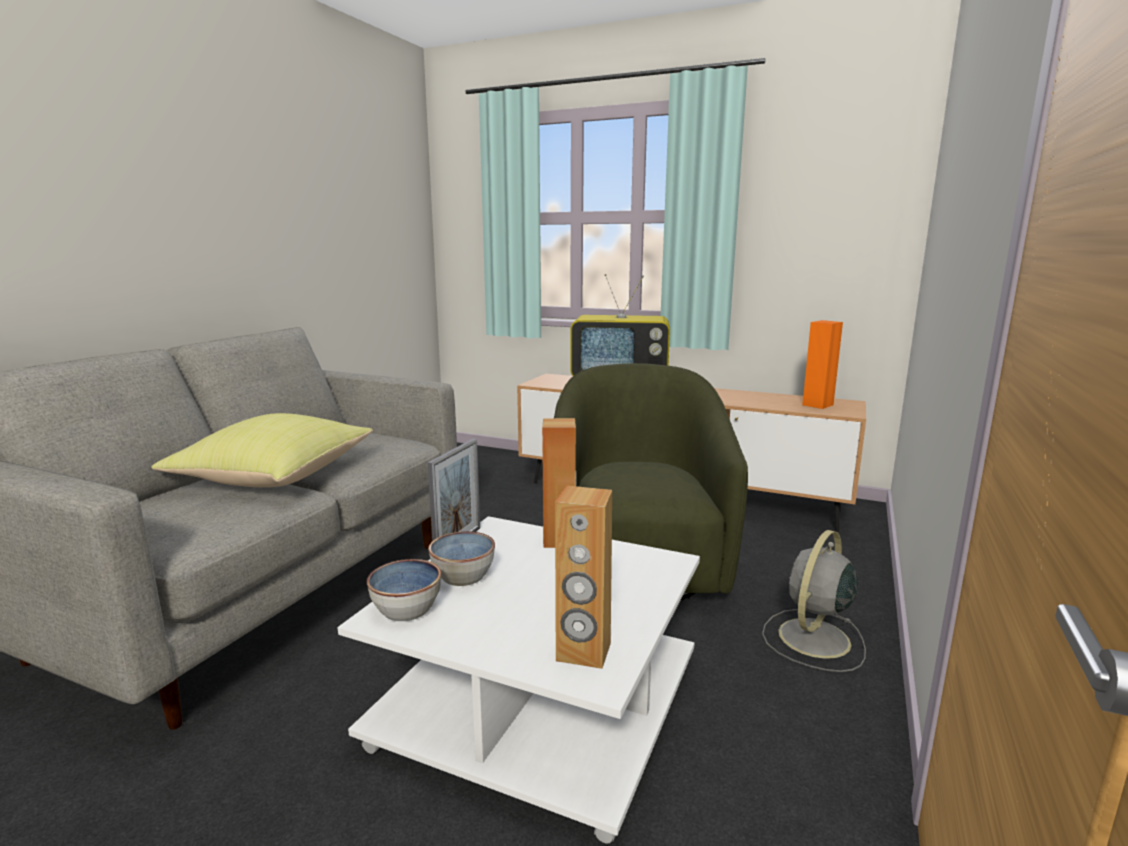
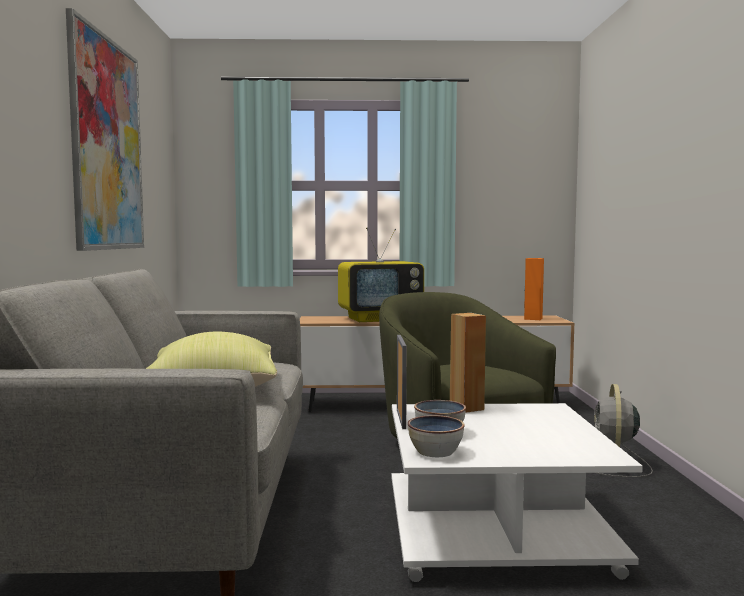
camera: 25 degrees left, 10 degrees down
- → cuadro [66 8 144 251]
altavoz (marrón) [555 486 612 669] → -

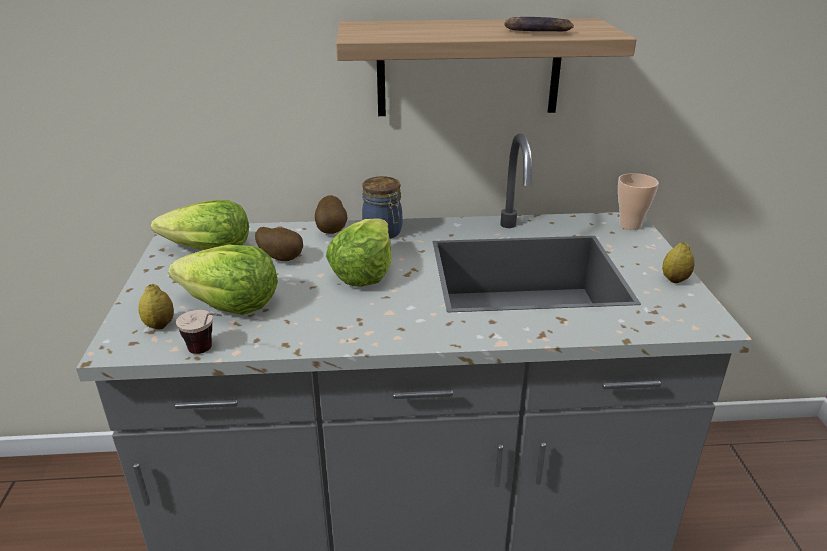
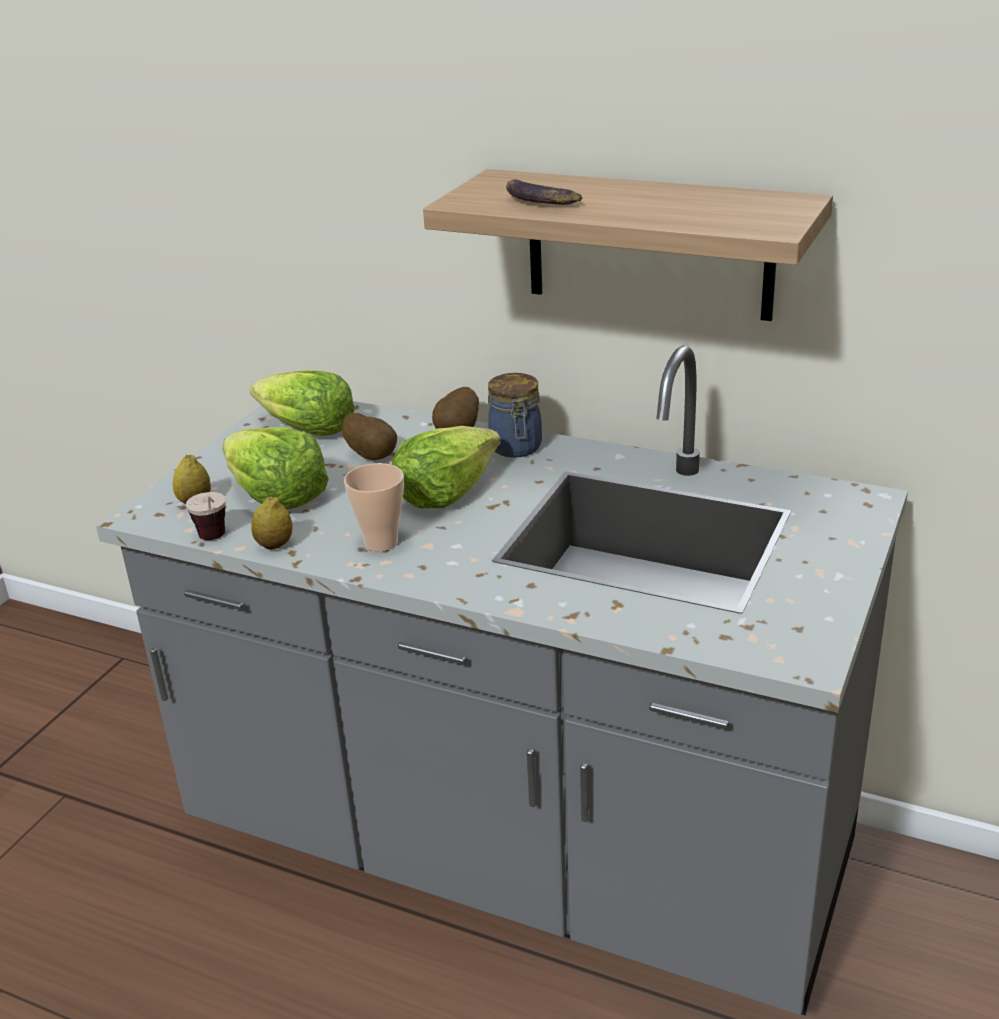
camera: 30 degrees right, 0 degrees up
limón [662 242 695 283] → limón [251 496 293 550], shifted
taza [618 173 659 230] → taza [344 463 404 551], shifted
plátano [504 17 574 31] → plátano [506 179 583 205], shifted

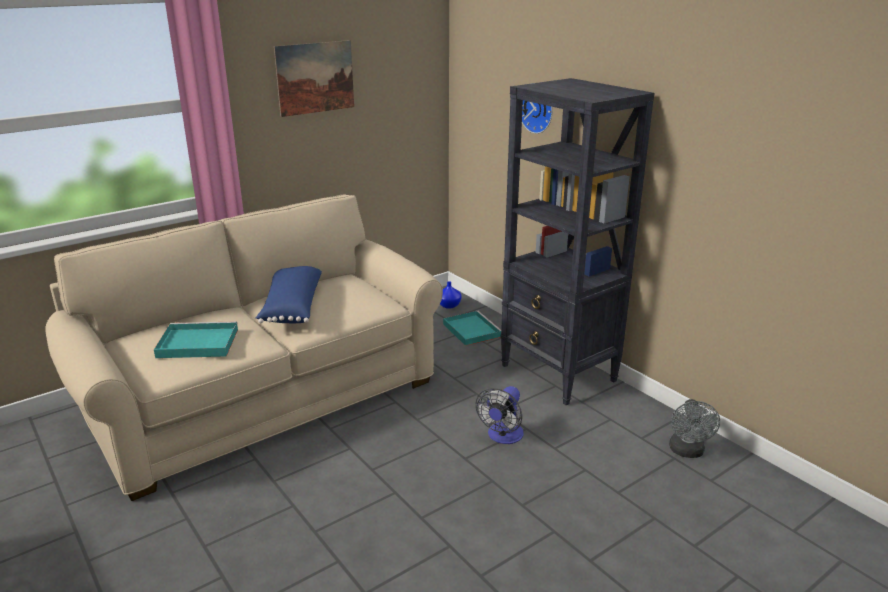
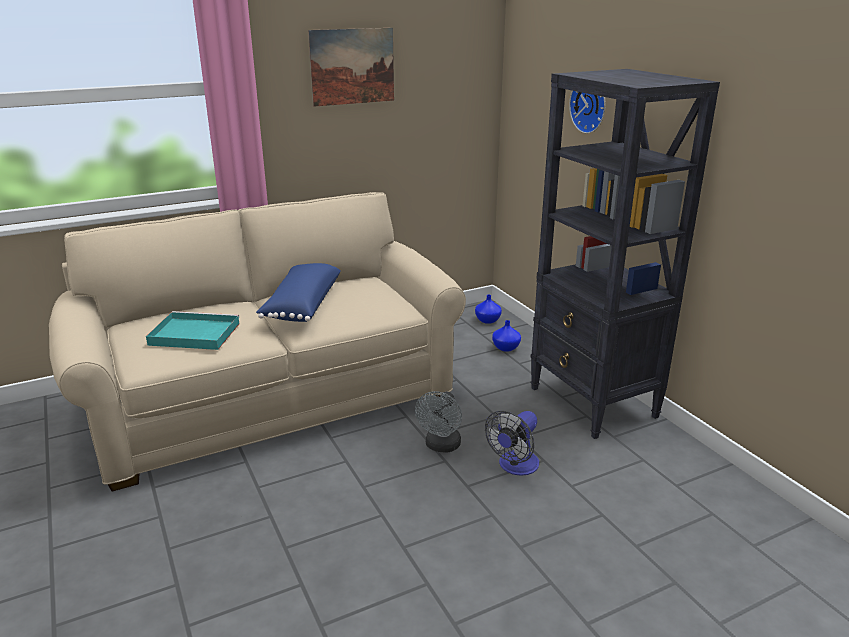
camera: 10 degrees right, 0 degrees up
ventilador (gris) [669 399 720 458] → ventilador (gris) [415 391 462 452], shifted
bandeja (turquesa) [443 311 501 346] → florero (azul) [492 320 521 352]

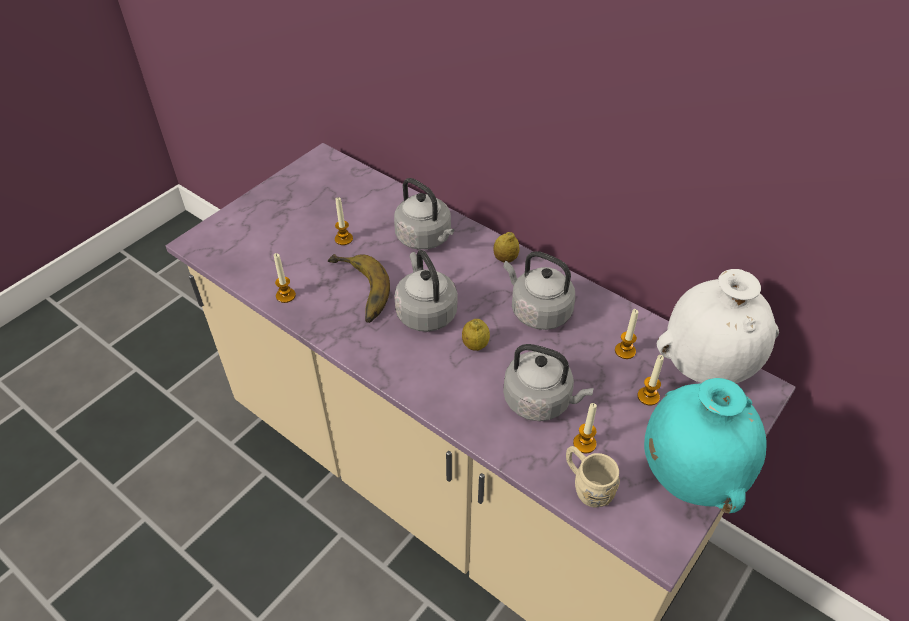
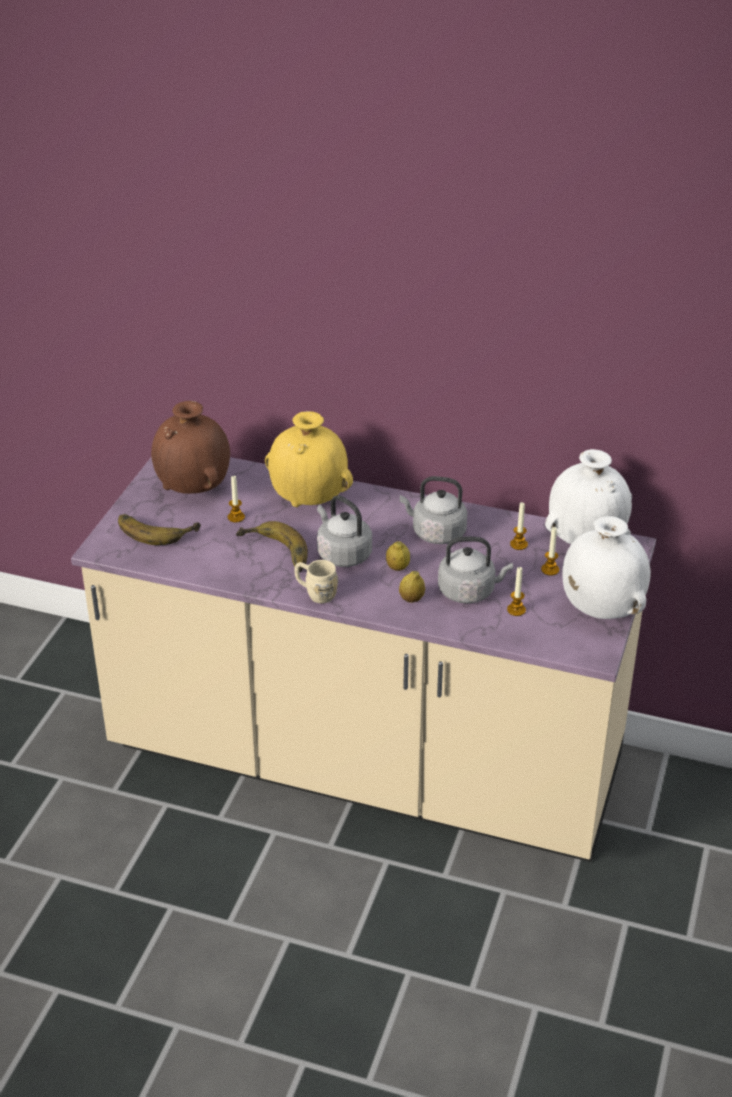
camera: 20 degrees left, 10 degrees down
- → plátano [118 514 201 545]
- → florero (marrón) [151 401 230 494]
hervidor (gris) [394 178 454 250] → florero (amarillo) [265 411 353 507]
taza grande (beis) [566 446 620 507] → taza grande (beis) [294 560 338 603], shifted
limón [493 232 519 263] → limón [399 571 425 603], shifted
florero (turquesa) [644 378 767 513] → florero (blanco) [562 516 651 619]
vela [274 253 296 303] → -

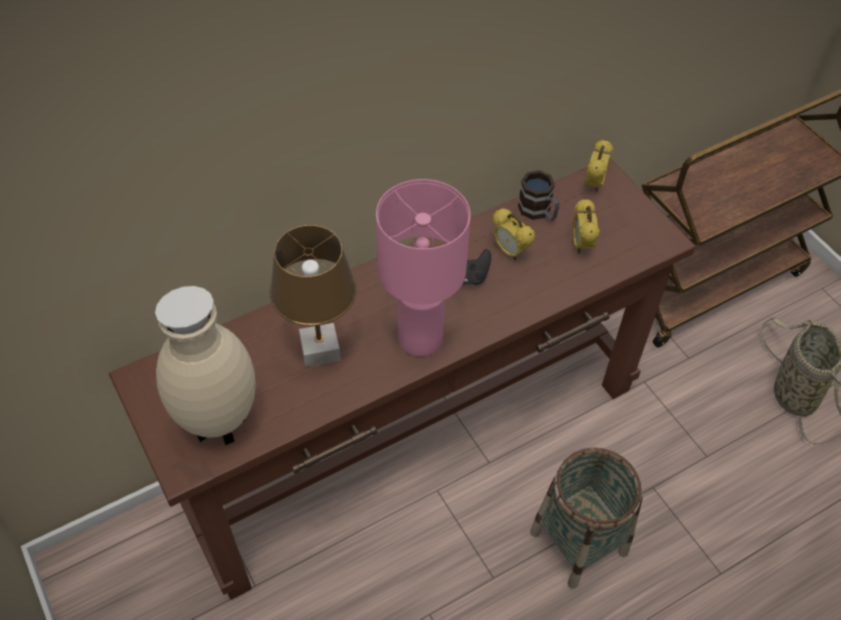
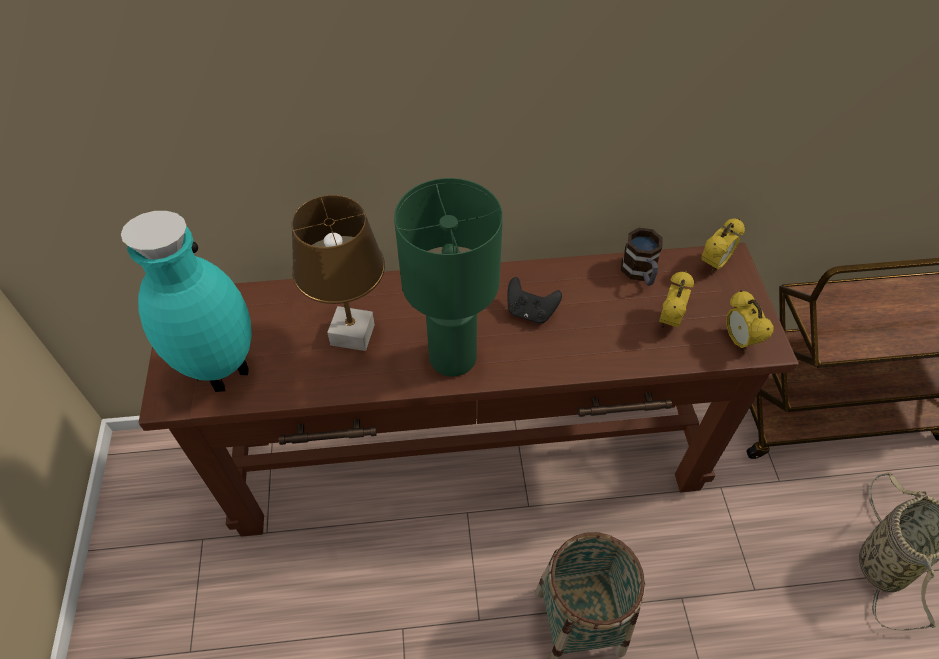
camera: 25 degrees right, 0 degrees up
florero (beis) [155 286 256 445] → florero (turquesa) [121 211 252 392]
lámpara de mesa (rosa) [376 179 470 357] → lámpara de mesa (verde) [394 178 503 377]
despertador [492 208 535 260] → despertador [726 290 774 352], shifted

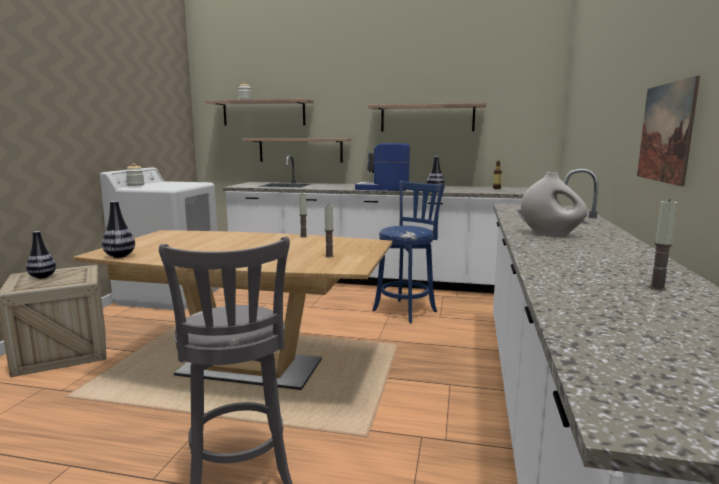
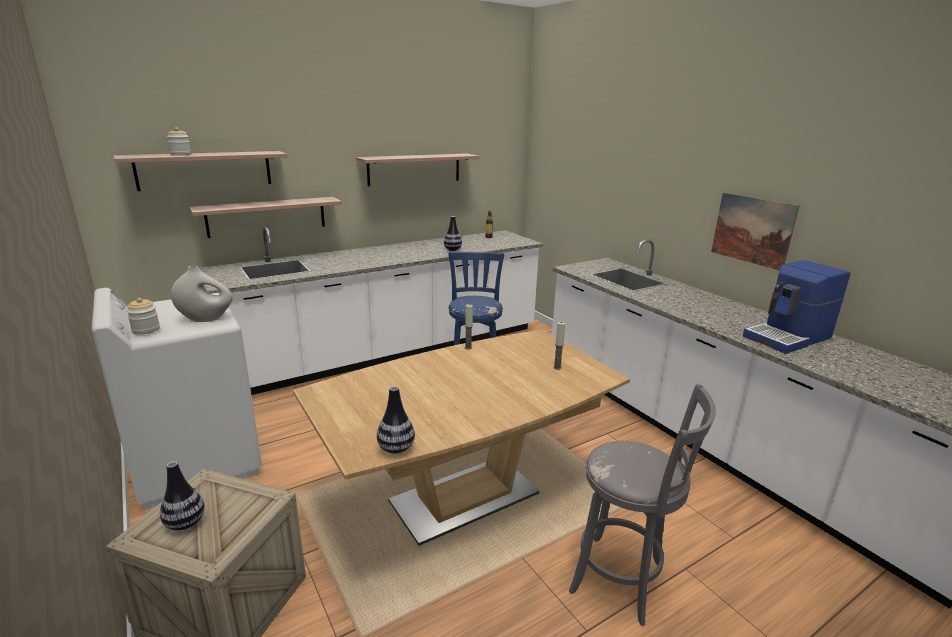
camera: 45 degrees left, 10 degrees up
florero (blanco) [521 172 587 237] → florero (blanco) [171 266 233 322], shifted
cafetera [355 143 410 191] → cafetera [743 260 850 354], shifted
vela [649 199 678 291] → -

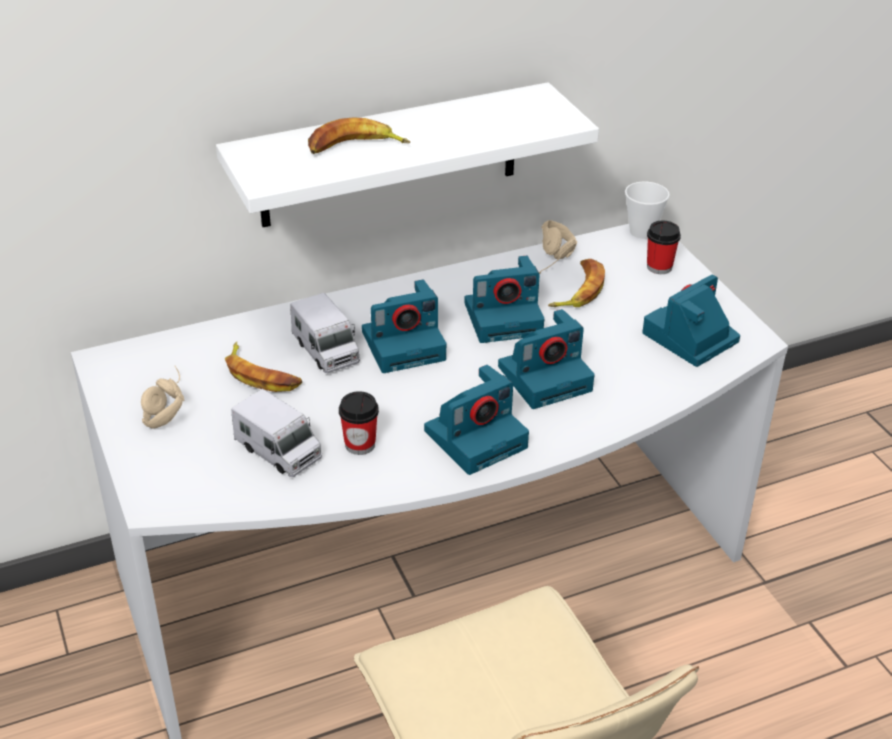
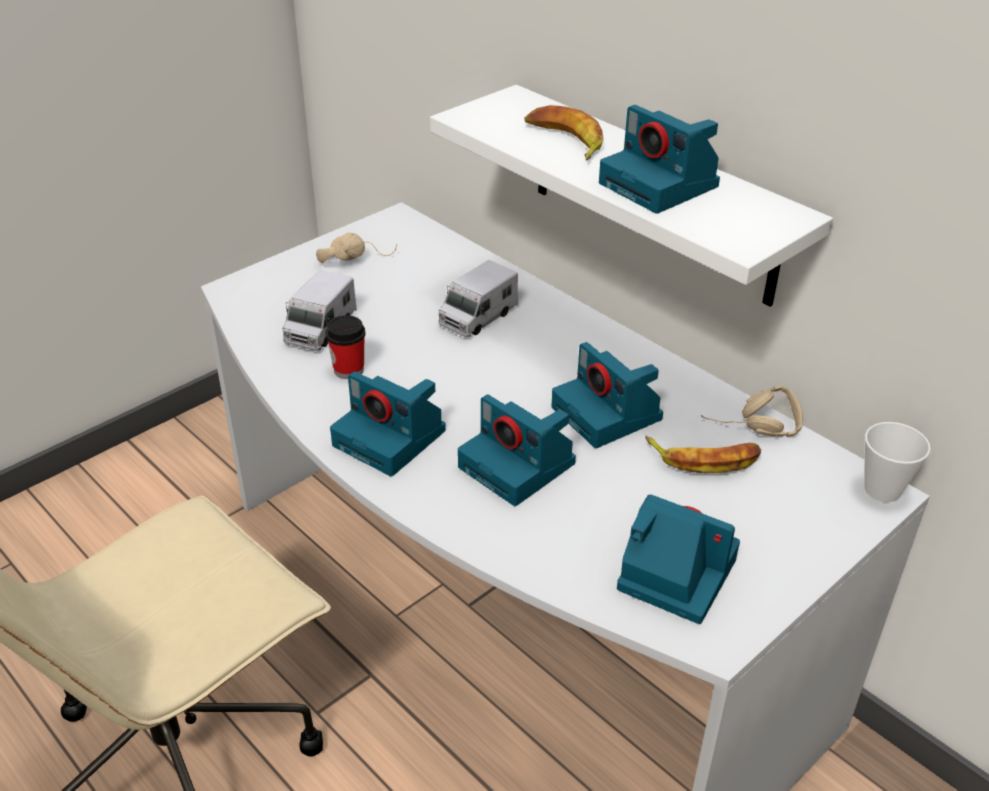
camera: 70 degrees right, 0 degrees up
cámara [362 280 446 373] → cámara [599 105 720 213], shifted
plátano [225 341 302 392] → -
taza [647 221 681 274] → -

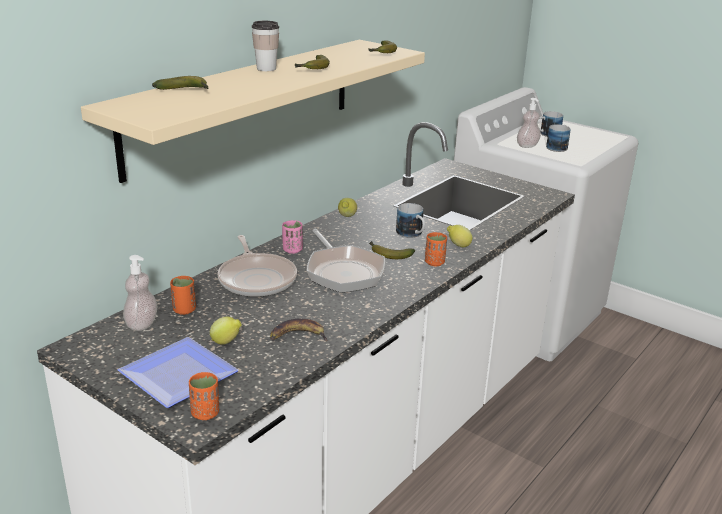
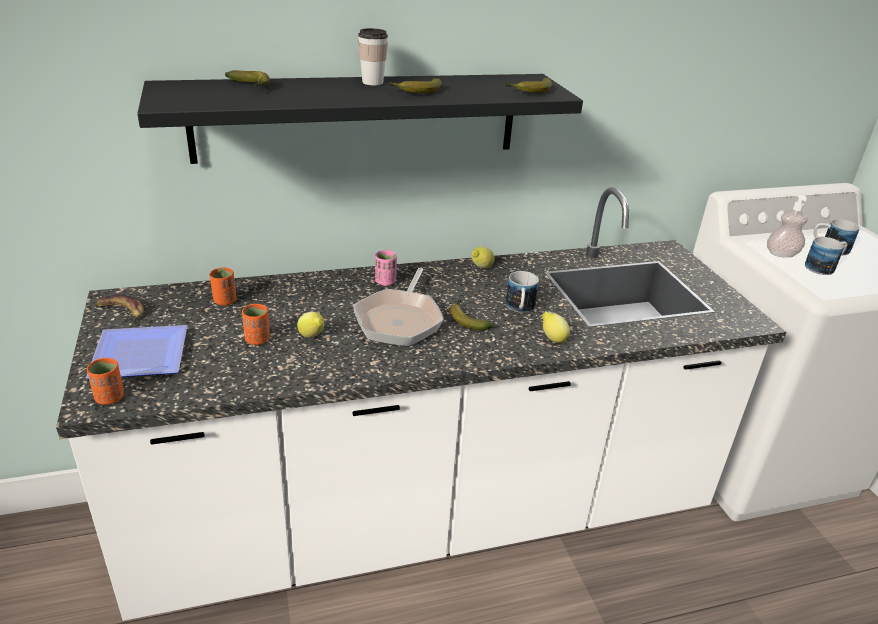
camera: 35 degrees right, 5 degrees up
plátano [270 319 328 341] → plátano [94 295 144 325], shifted
estante (beis) [81 40 425 183] → estante (negro) [137 74 583 164]
taza (naranja) [425 232 447 266] → taza (naranja) [242 304 270 345], shifted
limón [210 316 242 345] → limón [297 312 324 338], shifted
dispensador de jabón [123 255 157 331] → -
sartén [218 235 297 297] → -

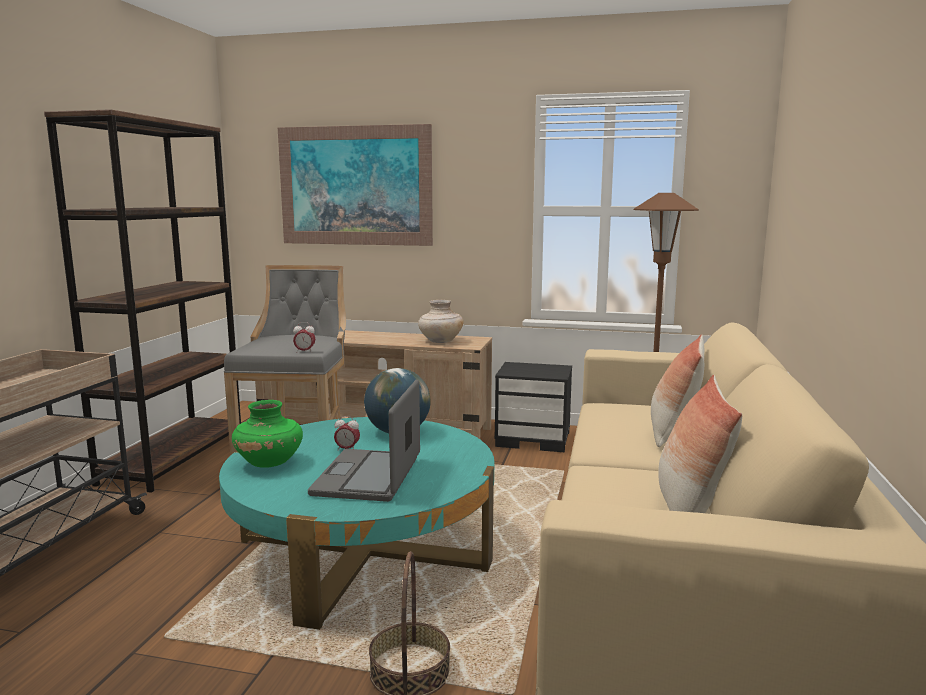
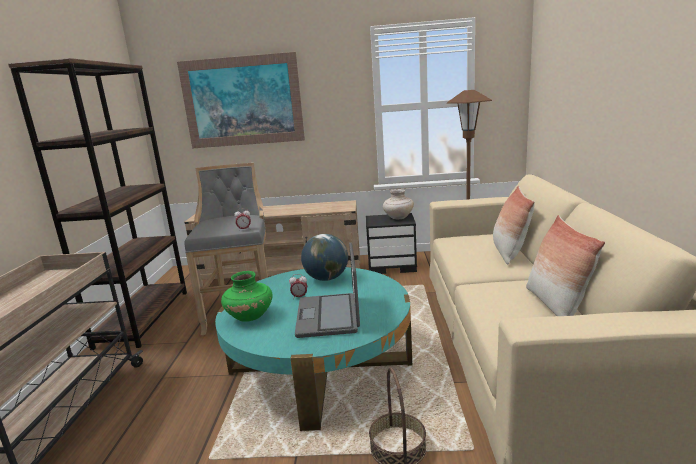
camera: 10 degrees left, 5 degrees up
florero (beis) [418 300 463 343] → florero (beis) [383 189 414 219], shifted

